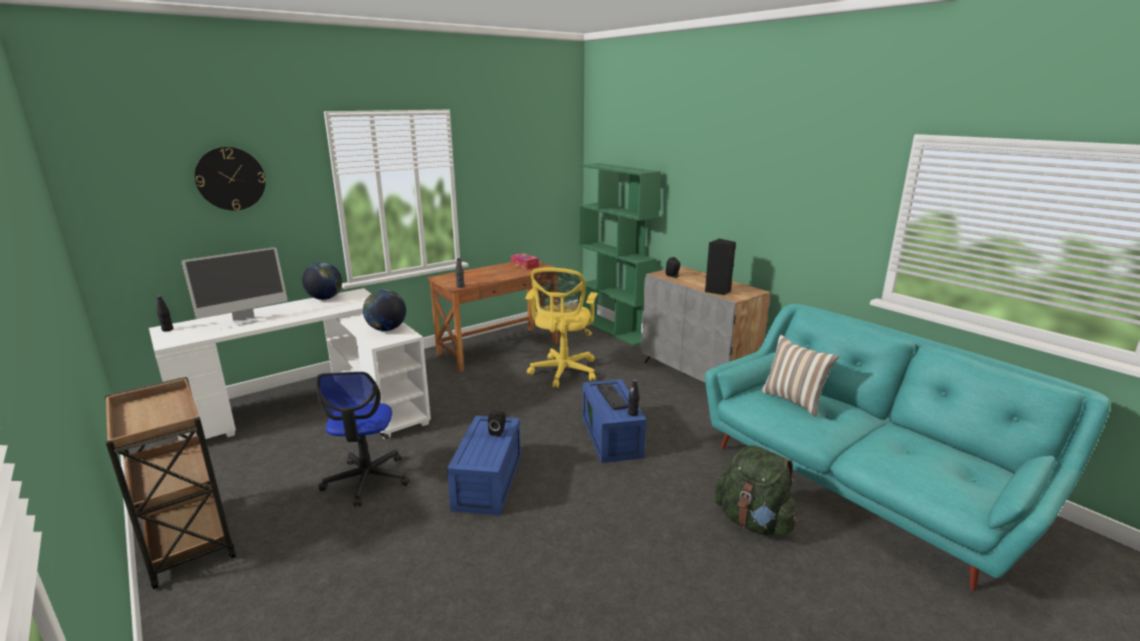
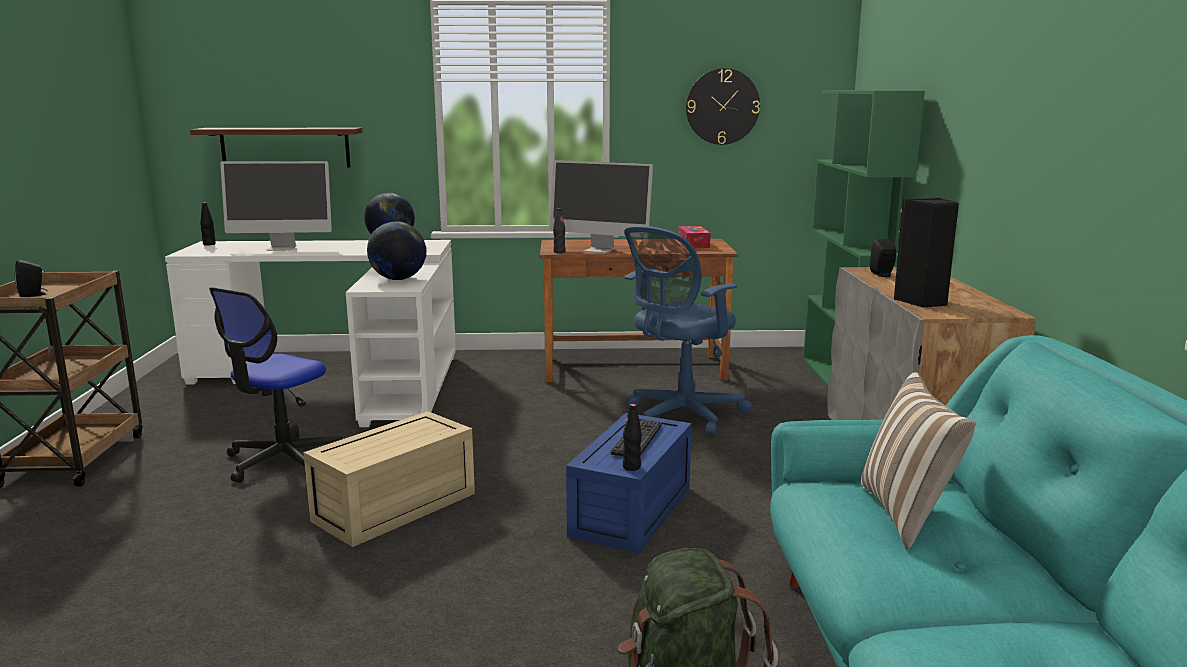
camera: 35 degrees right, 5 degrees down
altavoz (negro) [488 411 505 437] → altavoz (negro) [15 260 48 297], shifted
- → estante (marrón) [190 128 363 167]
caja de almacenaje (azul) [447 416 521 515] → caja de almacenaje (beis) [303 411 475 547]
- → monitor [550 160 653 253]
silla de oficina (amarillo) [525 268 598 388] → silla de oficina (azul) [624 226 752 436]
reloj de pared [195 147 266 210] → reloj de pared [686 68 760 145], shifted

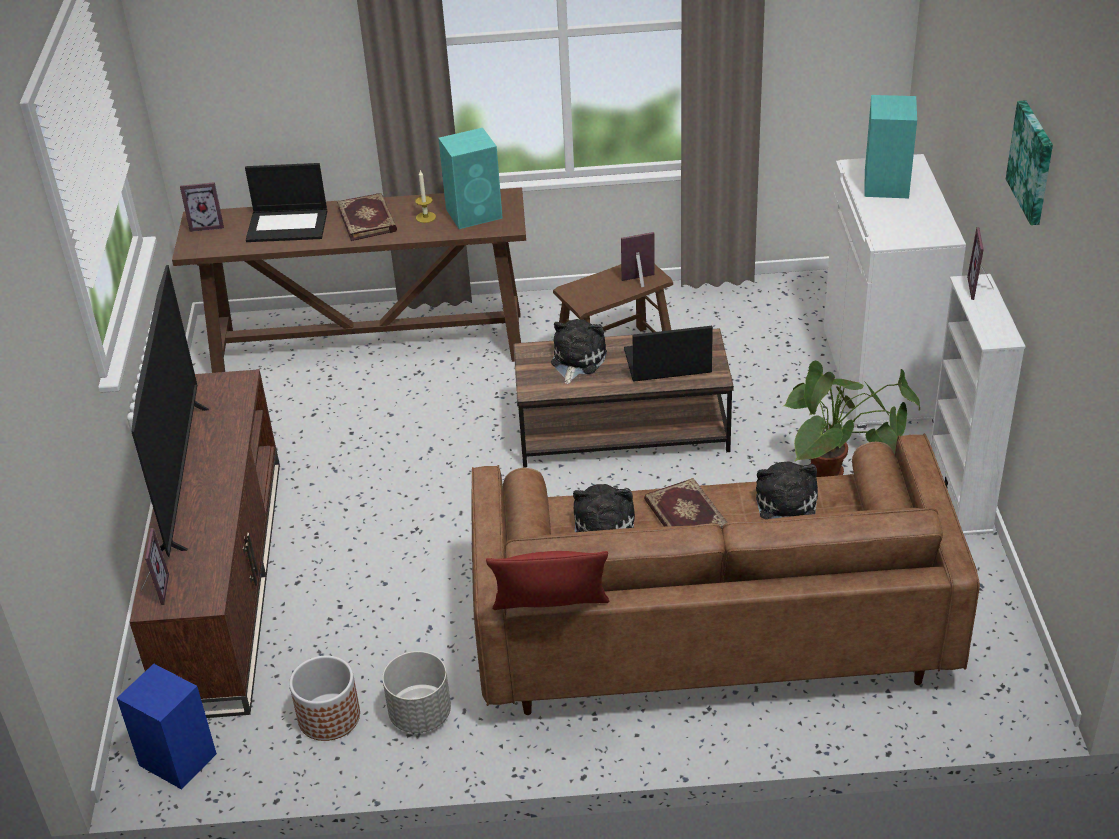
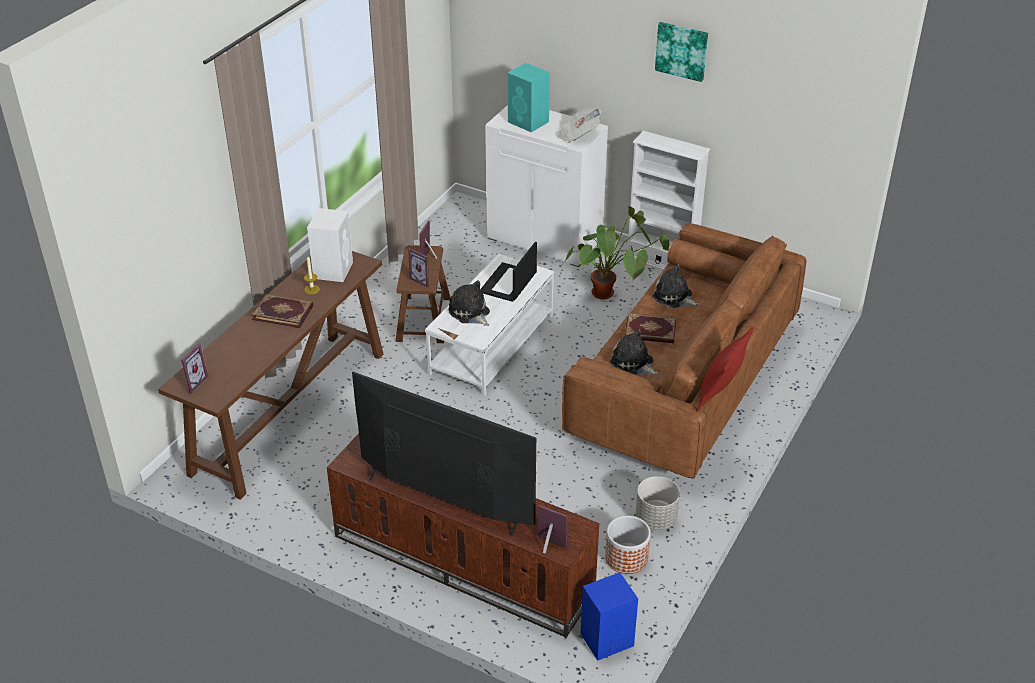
camera: 60 degrees left, 0 degrees up
altavoz (turquesa) [438 128 503 229] → altavoz (blanco) [307 208 353 282]
portarretratos [967 227 994 300] → portarretratos [408 248 429 288], shifted
mesa de centro (marrón) [513 328 734 468] → mesa de centro (blanco) [425 253 555 396]
- → periódico [555 107 602 143]
portátil [245 163 327 242] → -

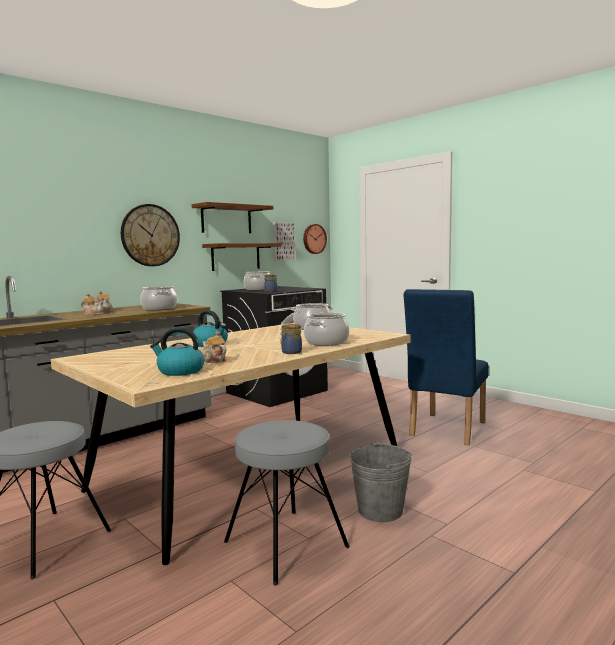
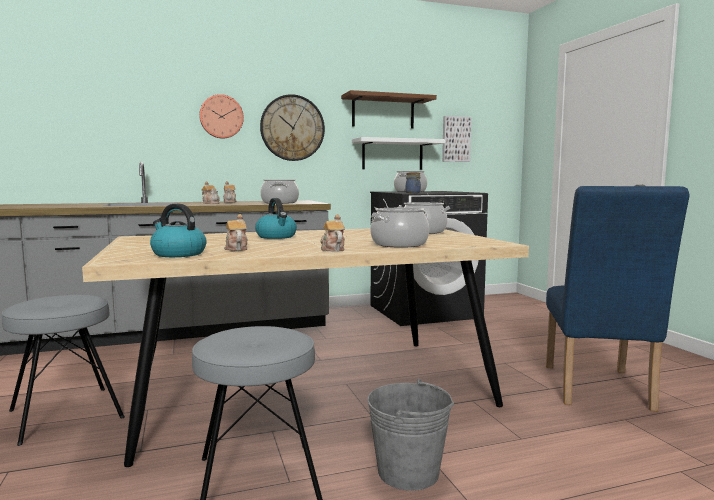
camera: 25 degrees right, 0 degrees up
reloj de pared [303 224 327 254] → reloj de pared [199 94 244 139], shifted
tarro [280 324 302 354] → tetera [320 214 345 252]
estante (marrón) [202 243 282 271] → estante (blanco) [352 137 445 170]
silla (azul) [404 289 489 445] → silla (azul) [546 186 690 411], 45 degrees counterclockwise

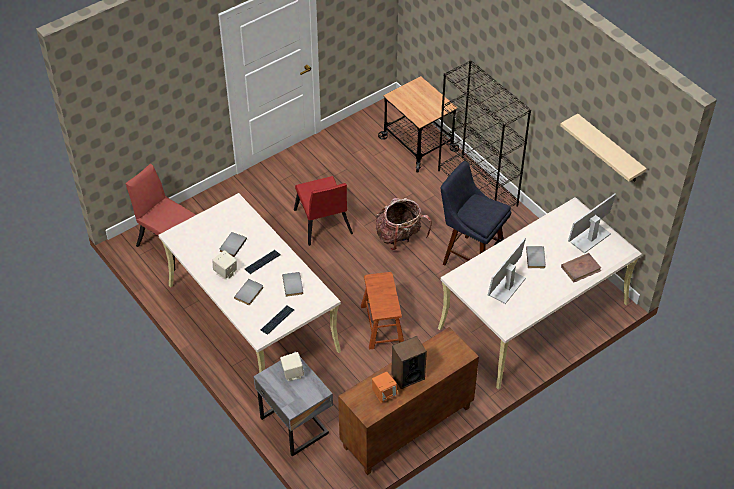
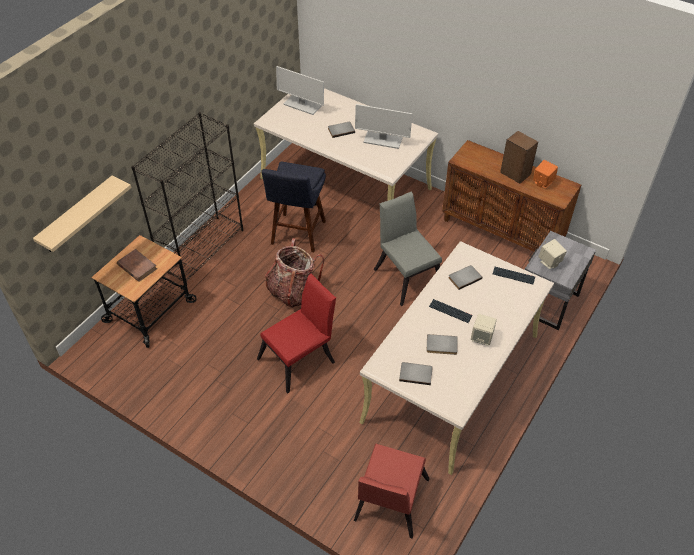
camera: 110 degrees left, 0 degrees up
estante (beis) [560 114 647 182] → estante (beis) [33 175 132 252], shifted
libro (marrón) [561 253 602 282] → libro (marrón) [117 249 157 282], shifted
taburete (marrón) [361 272 404 349] → silla (gris) [374 192 442 306]
libro (gris) [234 279 263 305] → libro (gris) [399 362 433 385], shifted

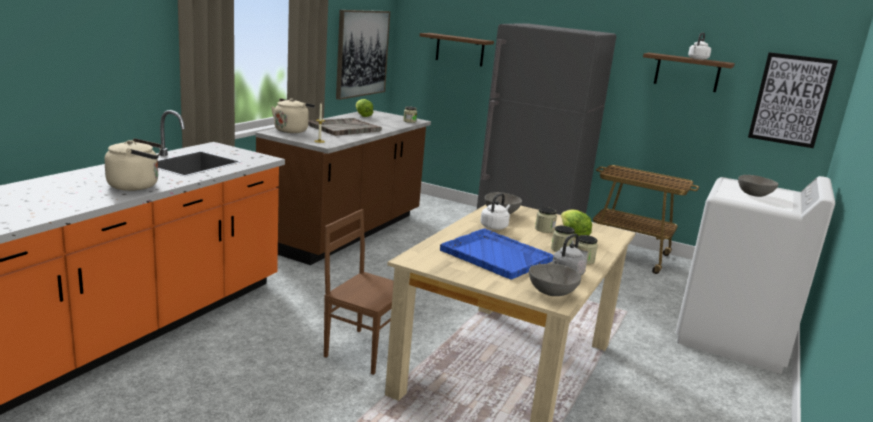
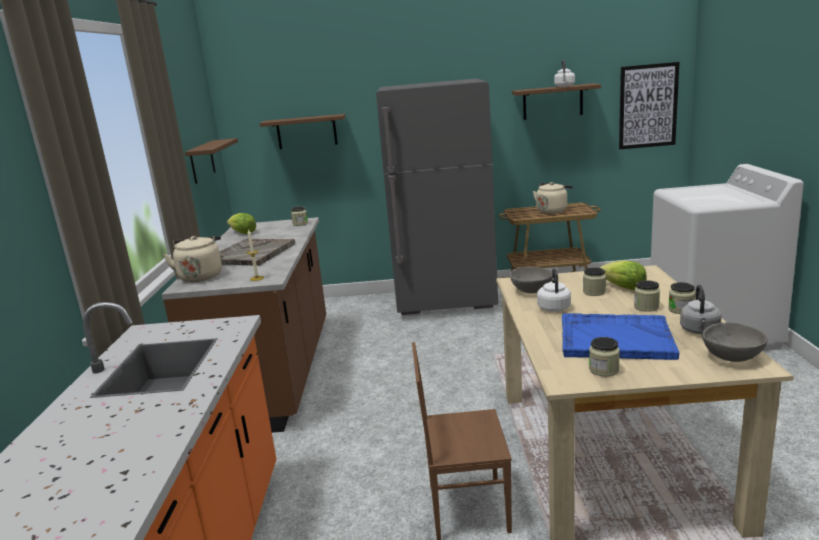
camera: 25 degrees left, 0 degrees up
cuadro [336 10 390 100] → estante (marrón) [185 138 238 184]
hervidor (beis) [104 138 162 191] → hervidor (beis) [533 182 573 214], shifted
- → tarro [589 337 620 377]
cuenco (gris) [738 175 779 197] → -

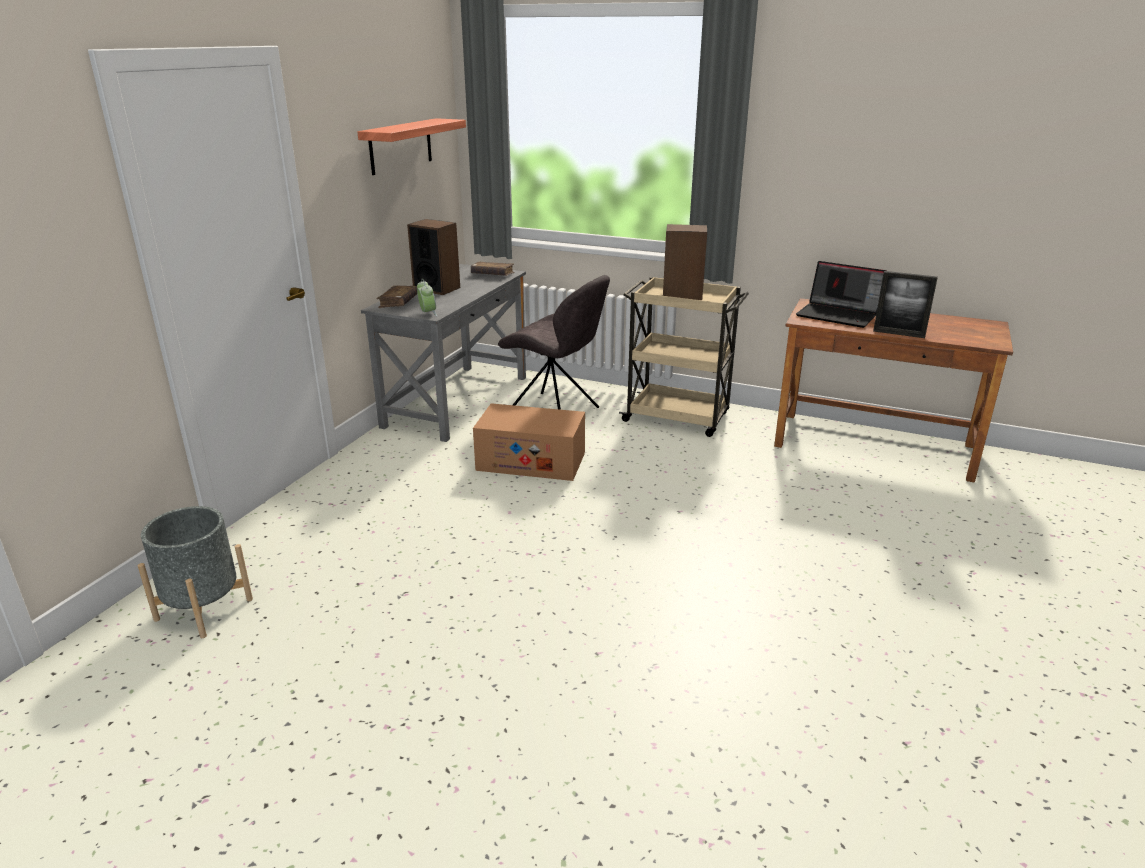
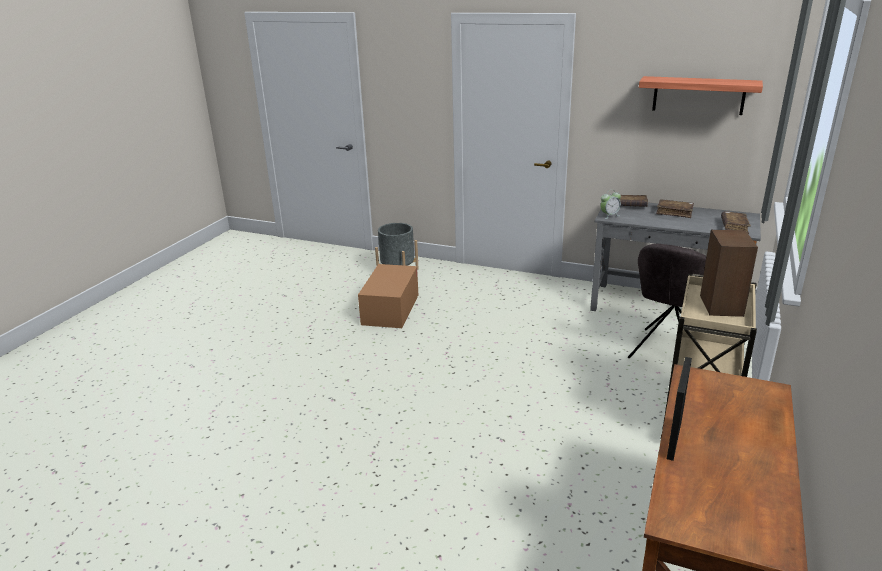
camera: 90 degrees right, 0 degrees up
caja de cartón [473 403 585 481] → caja de cartón [358 264 418 328], shifted
altavoz [407 219 460 295] → libro (marrón) [656 199 694 218]
portátil [796 261 886 328] → -

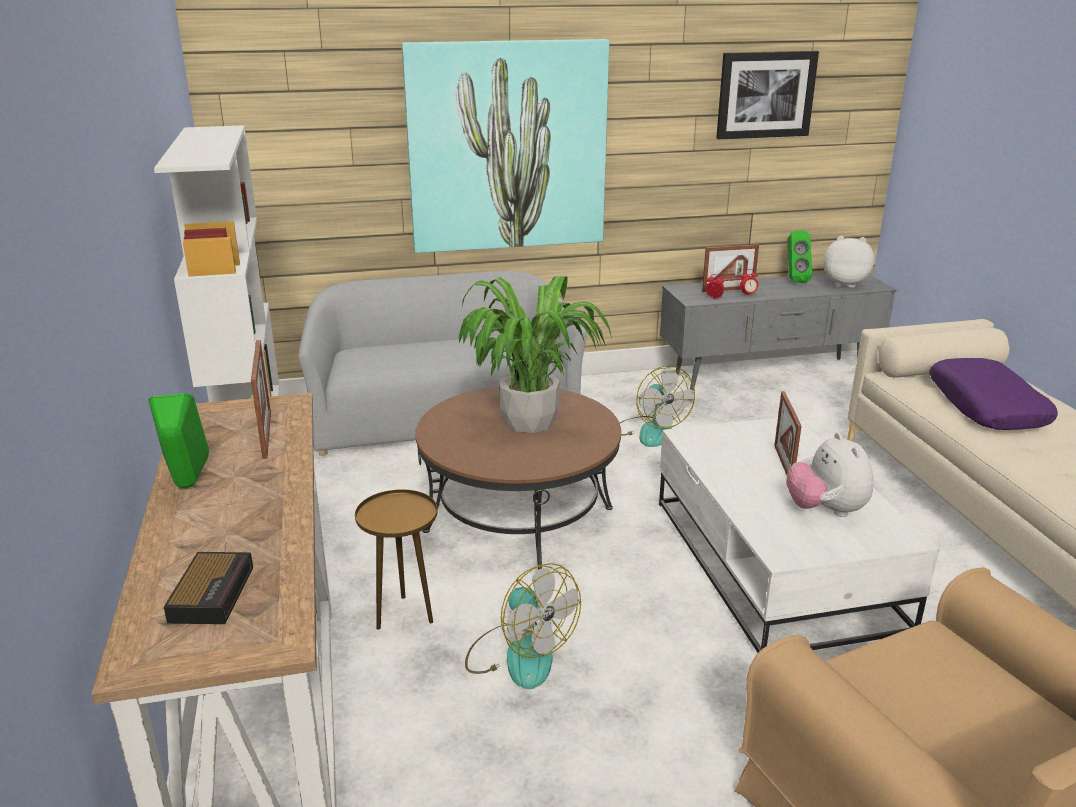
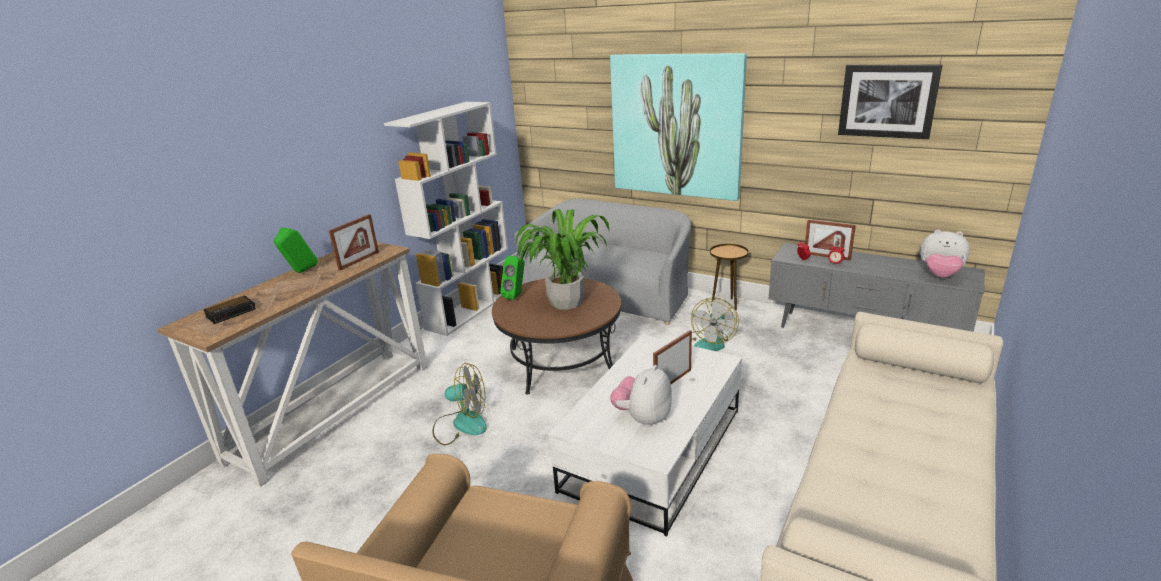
camera: 45 degrees right, 0 degrees up
ventilador [465 563 581 689] → ventilador [433 363 487 445], 90 degrees counterclockwise
altavoz (verde) [787 230 812 283] → altavoz (verde) [500 256 525 300], shifted
mesa auxiliar (marrón) [355 489 437 630] → mesa auxiliar (marrón) [710 244 749 310], shifted
peluche [823 236 874 288] → peluche [920 230 970 278], 150 degrees clockwise
cojín (morado) [930 358 1058 430] → -

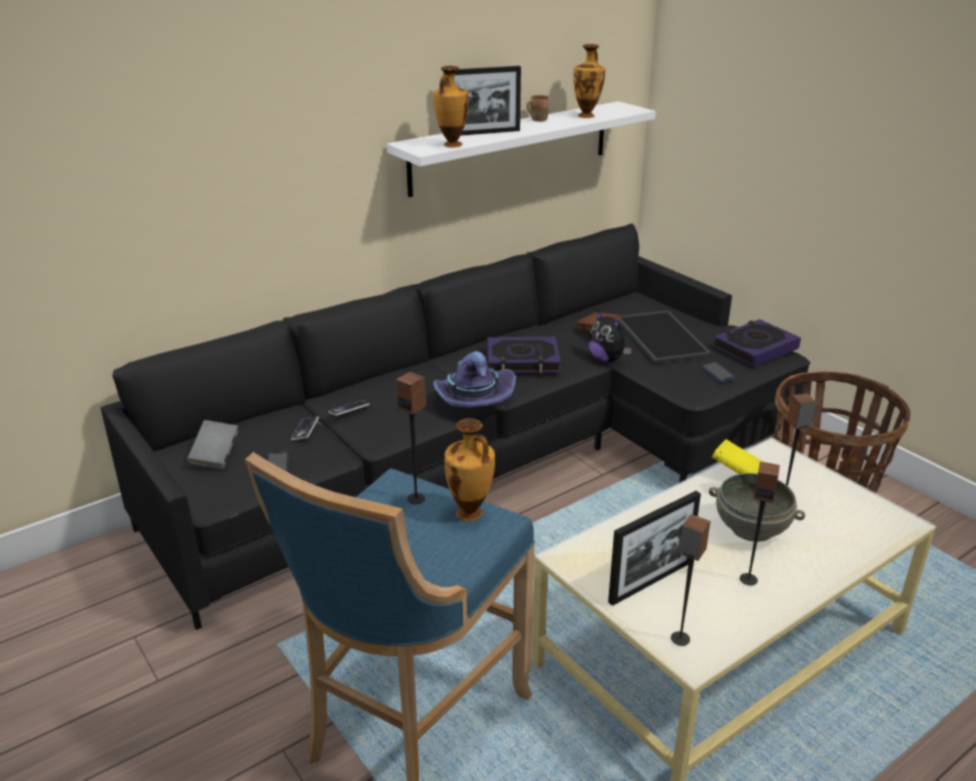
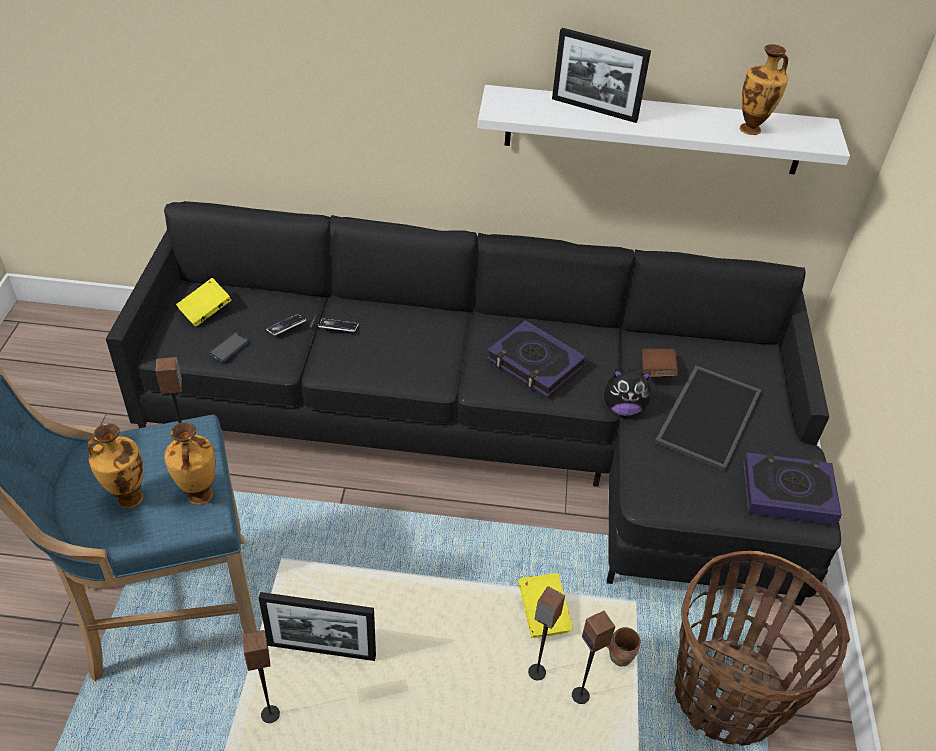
camera: 40 degrees right, 15 degrees up
florero [433 66 468 147] → florero [87 423 143 509], shifted
libro (gris) [187 420 238 469] → libro (amarillo) [176 278 231 326]
altavoz [740 461 780 585] → altavoz [572 611 615 704], shifted
peluche [588 311 632 362] → peluche [604 368 653 416], 90 degrees counterclockwise
taza grande (marrón) [527 95 550 122] → taza grande (marrón) [606 627 640 667], shifted
sombrero (morado) [433 351 516 408] → -
móvil [702 362 735 382] → -
cuenco (gris) [709 473 805 542] → -

